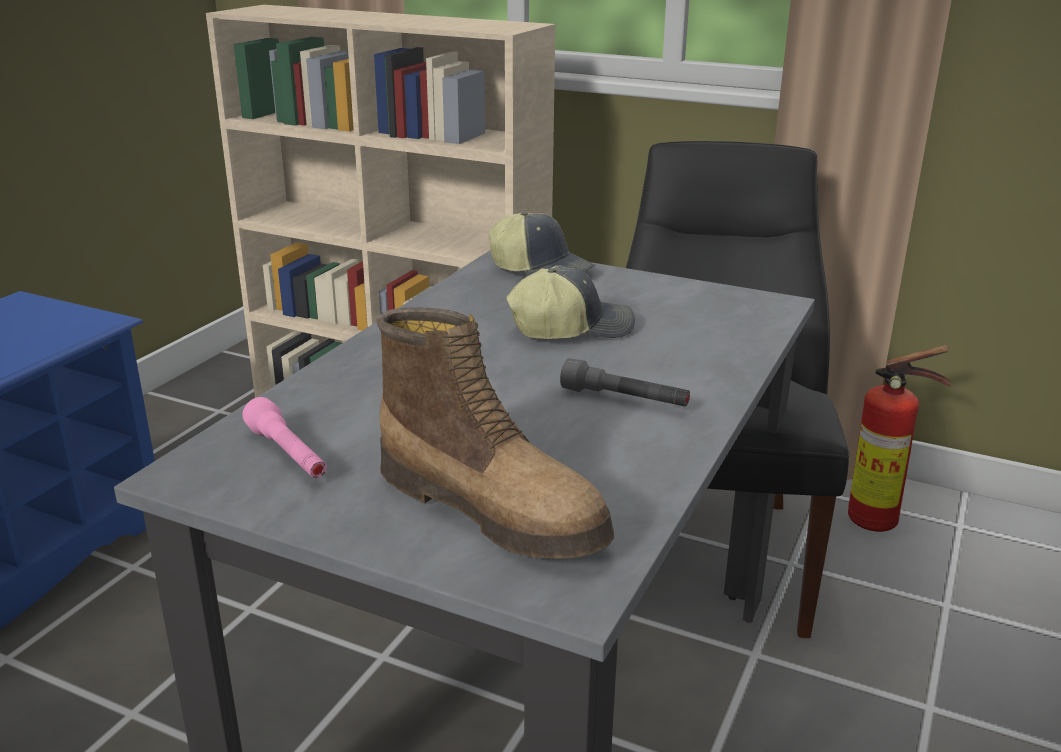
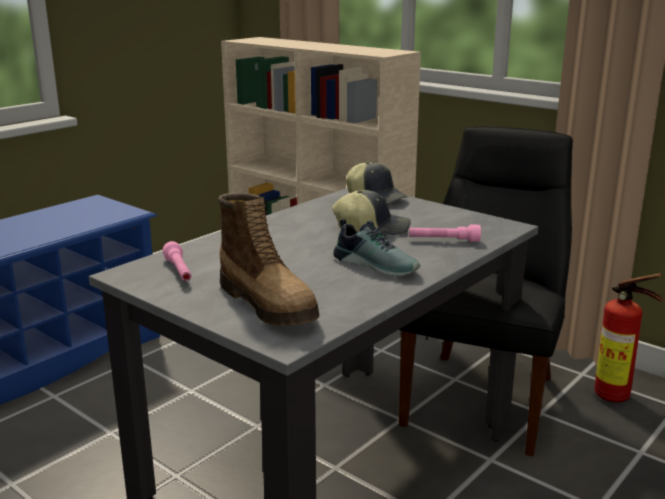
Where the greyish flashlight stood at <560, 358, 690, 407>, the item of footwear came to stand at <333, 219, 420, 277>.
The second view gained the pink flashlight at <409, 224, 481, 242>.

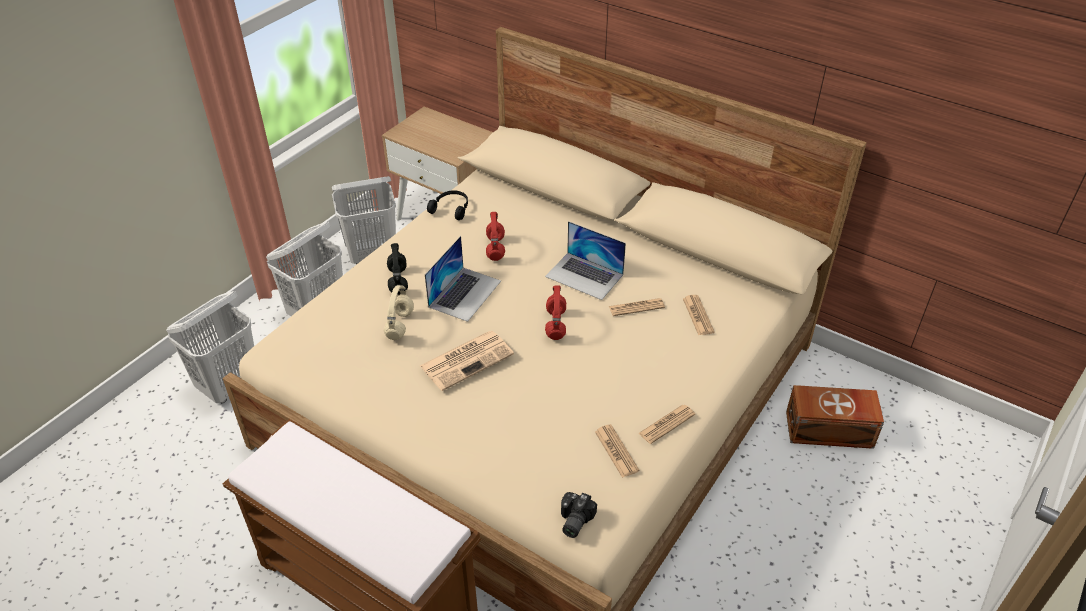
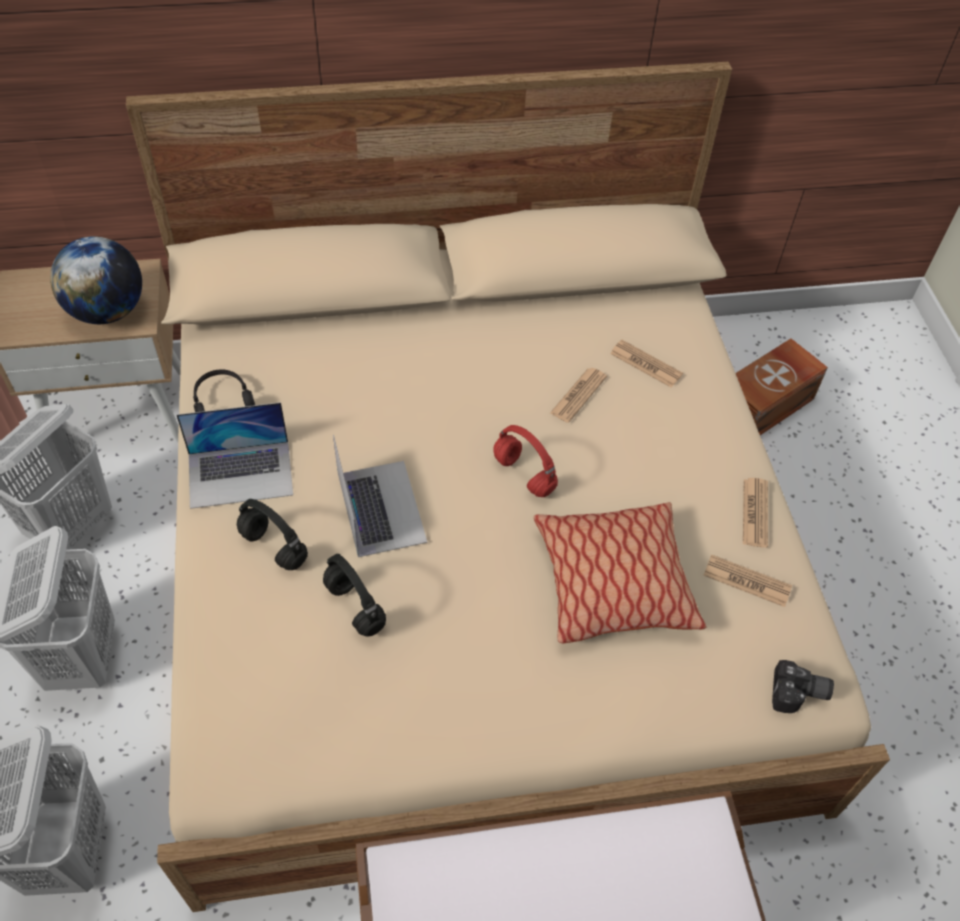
What was the beige headphones at <384, 285, 414, 340> turned into the blackish headphones at <323, 554, 386, 637>.
The second view lost the daily paper at <420, 331, 514, 391>.
The second view lost the red headphones at <486, 212, 505, 261>.
The notebook computer ended up elsewhere, having gone from <545, 221, 626, 300> to <177, 402, 293, 509>.
The photo camera at <561, 492, 597, 538> ended up facing another way, 60 degrees counterclockwise from before.
The second view gained the desk globe at <50, 236, 142, 324>.
The second view gained the pillow at <534, 502, 706, 644>.

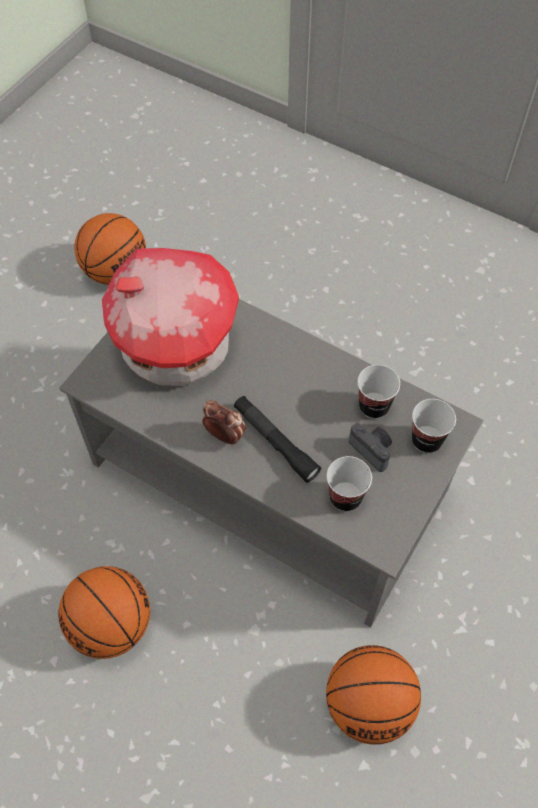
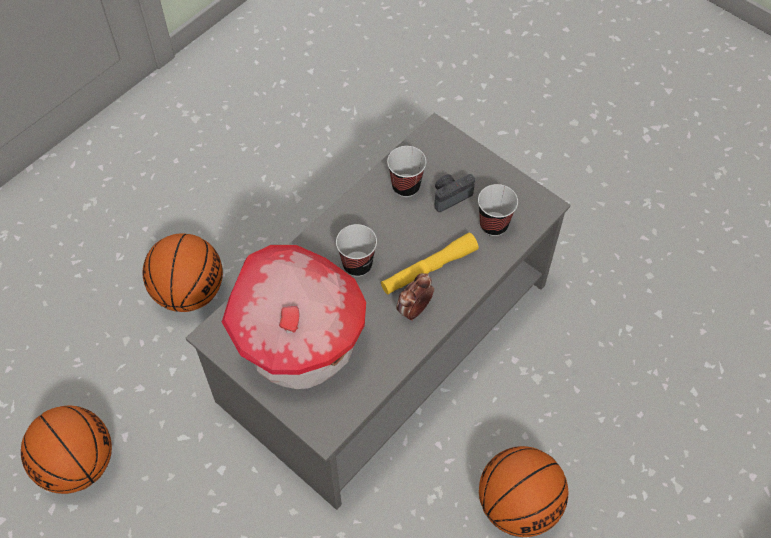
What was the blackish flashlight at <234, 396, 321, 483> turned into the yellowish flashlight at <381, 233, 479, 295>.
The basketball ball ended up elsewhere, having gone from <326, 645, 421, 745> to <143, 233, 223, 312>.
The small cup ended up elsewhere, having gone from <412, 399, 456, 453> to <336, 224, 377, 277>.

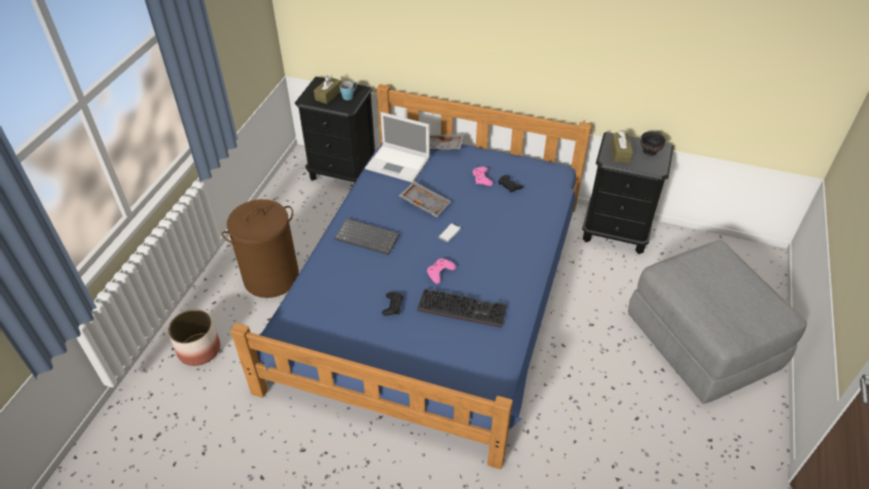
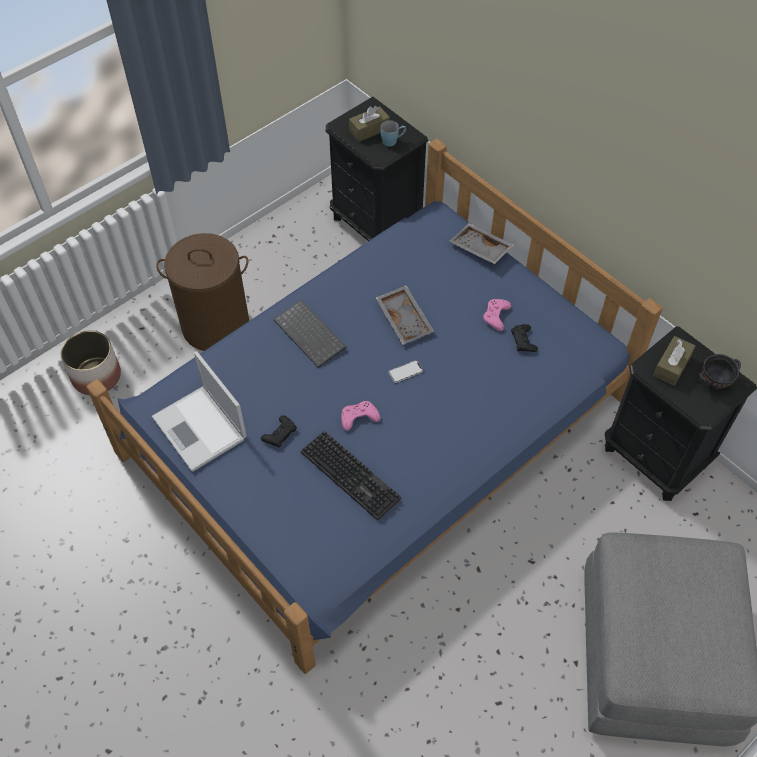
The notebook computer ended up elsewhere, having gone from <365, 112, 430, 182> to <152, 351, 247, 472>.

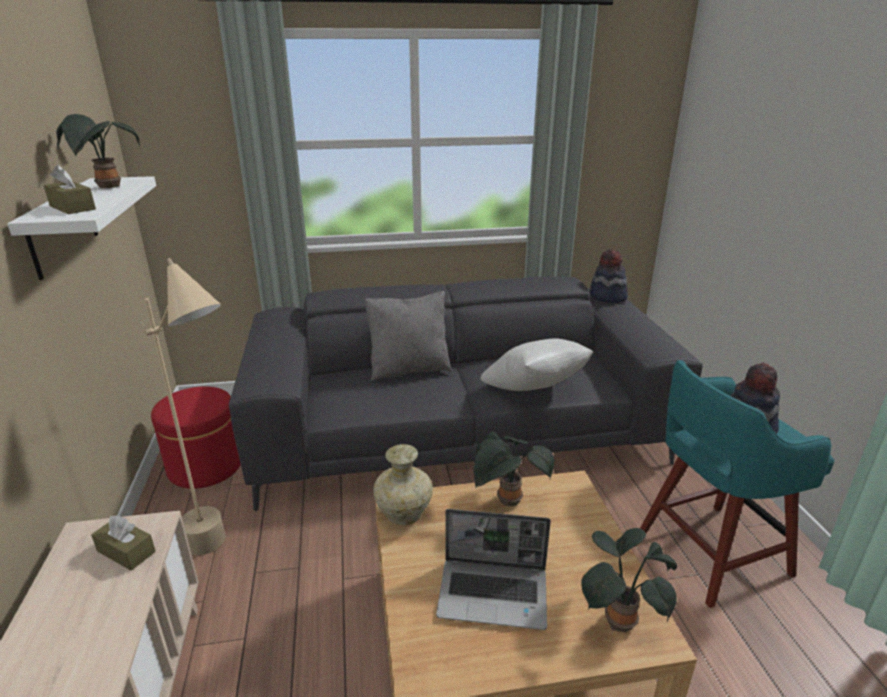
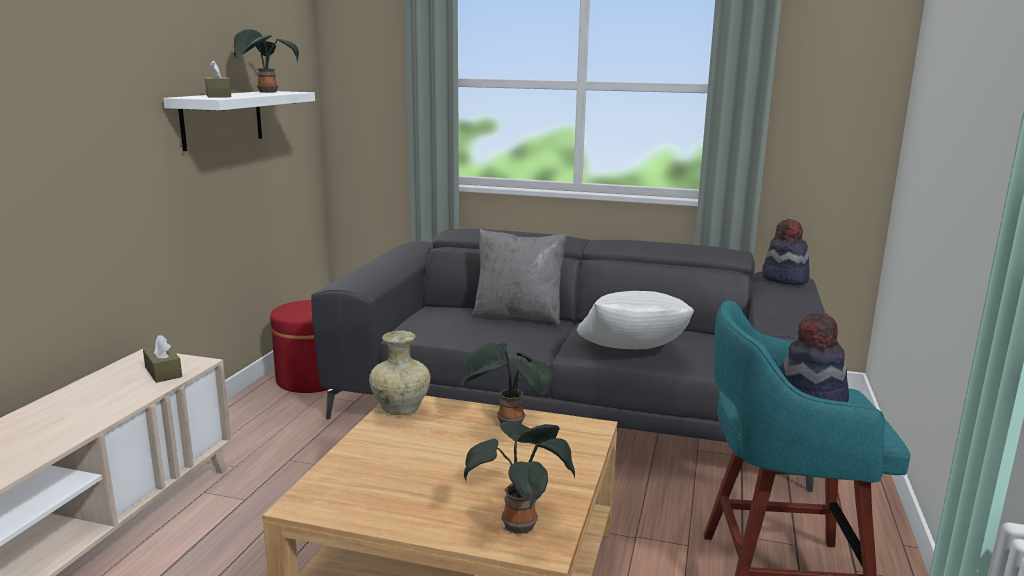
The second view lost the beige standing lamp at <141, 258, 226, 555>.
The second view lost the notebook computer at <436, 509, 551, 630>.

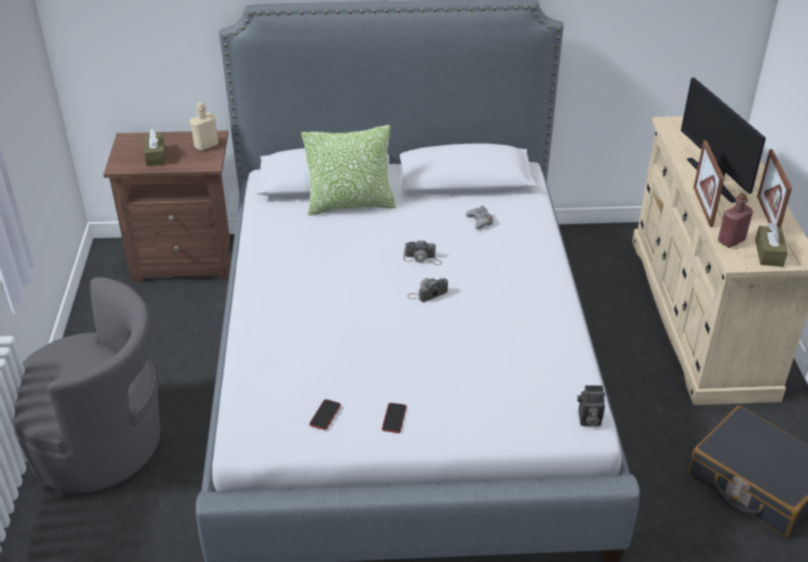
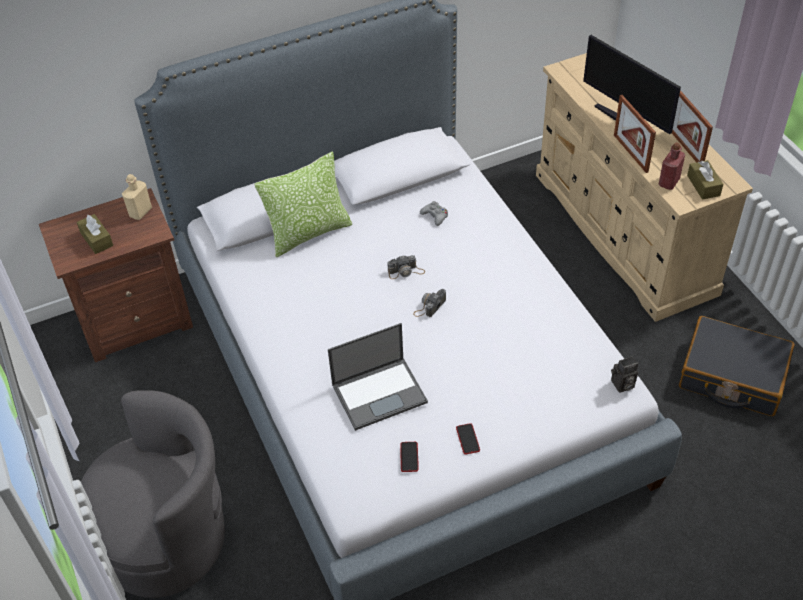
The second view gained the notebook computer at <328, 323, 428, 431>.

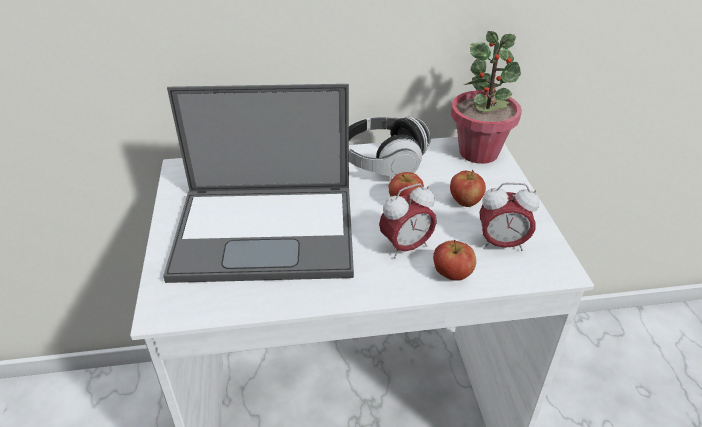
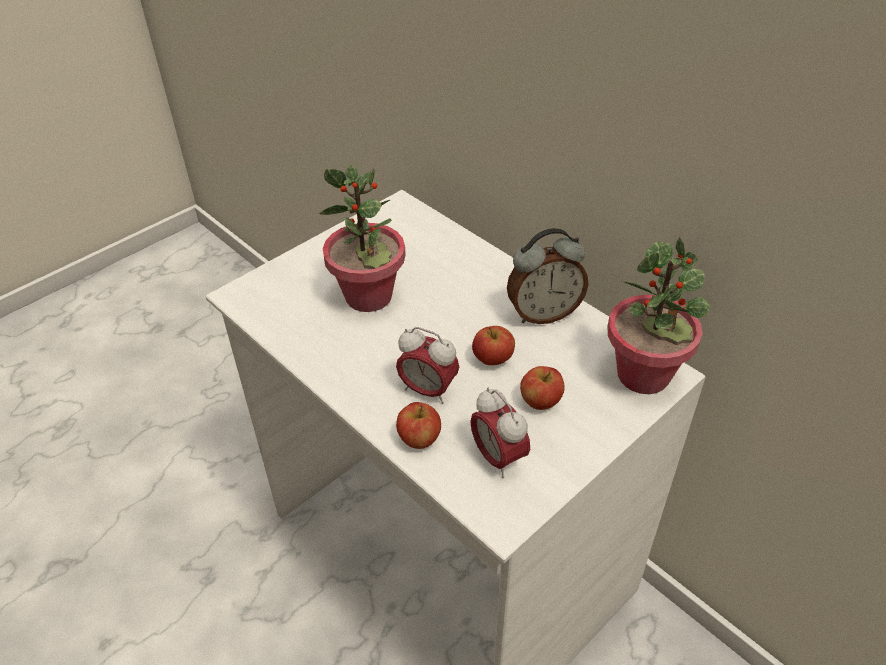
Where the notebook computer stood at <163, 84, 354, 283>, the potted plant came to stand at <319, 165, 406, 312>.
Where the headphones stood at <349, 117, 431, 177>, the table clock came to stand at <507, 228, 589, 324>.

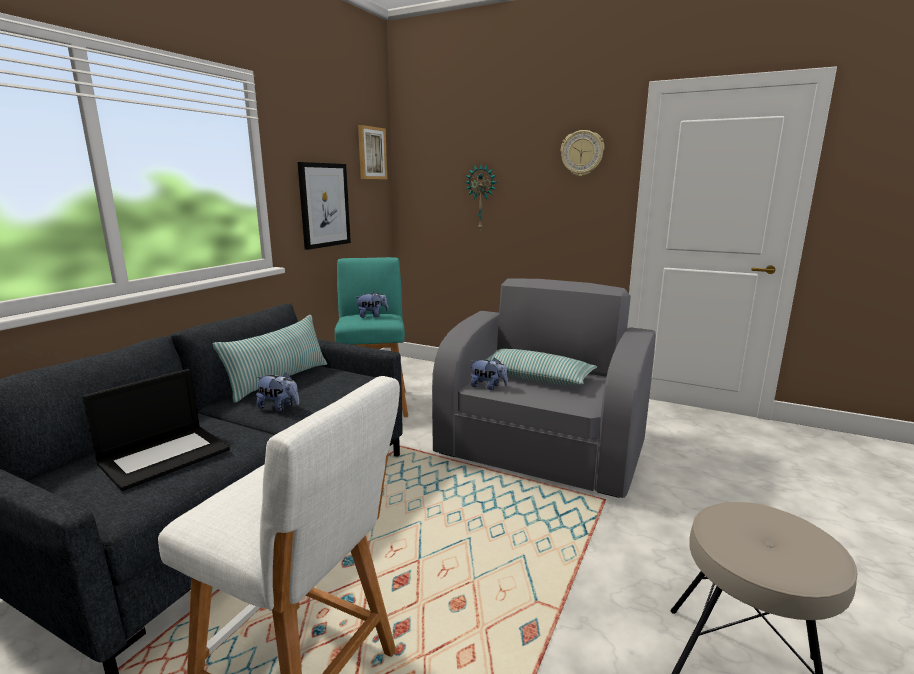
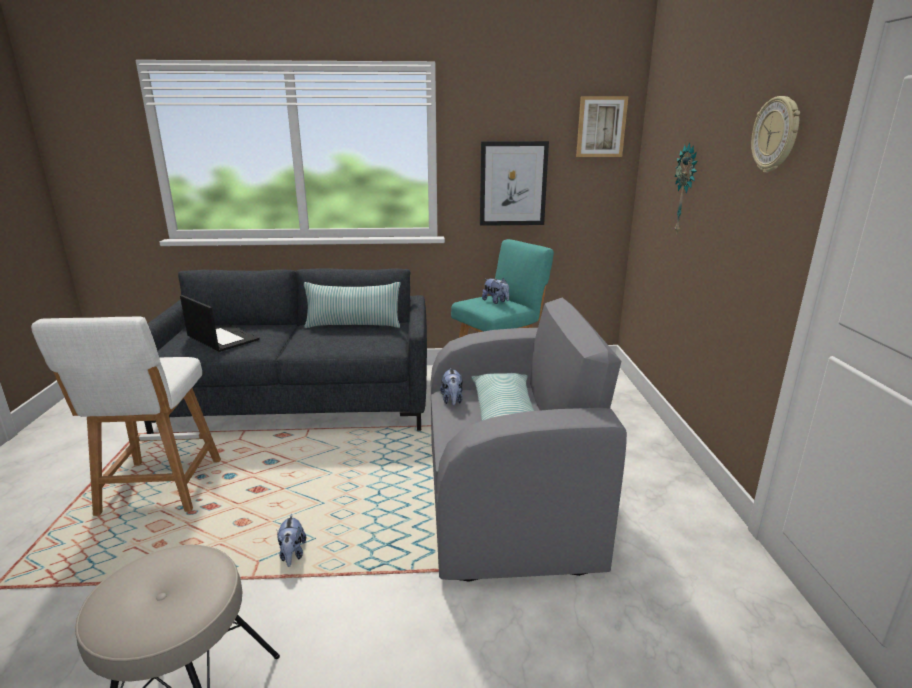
The notebook computer at <82, 369, 230, 491> ended up facing another way, 150 degrees counterclockwise from before.
The soft toy ended up elsewhere, having gone from <256, 372, 299, 412> to <277, 513, 306, 567>.

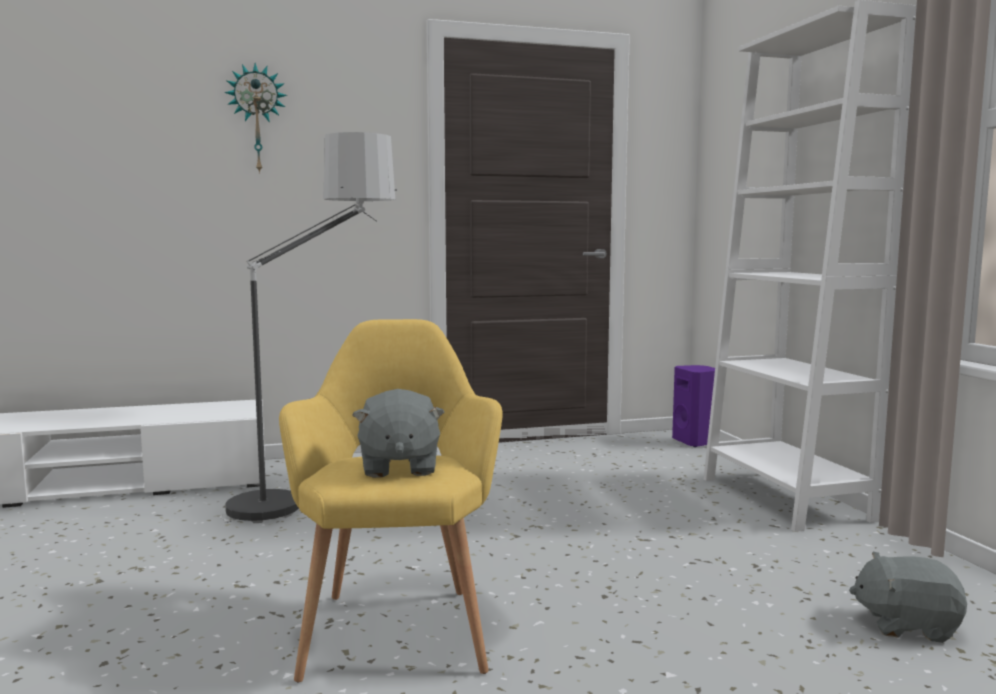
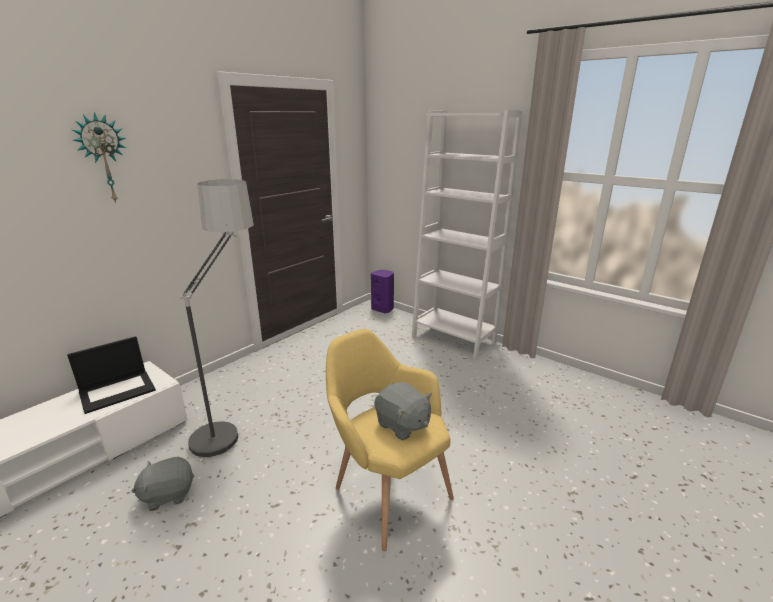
The greyish soft toy ended up elsewhere, having gone from <849, 551, 967, 643> to <131, 457, 194, 511>.
The second view gained the notebook computer at <67, 336, 156, 414>.

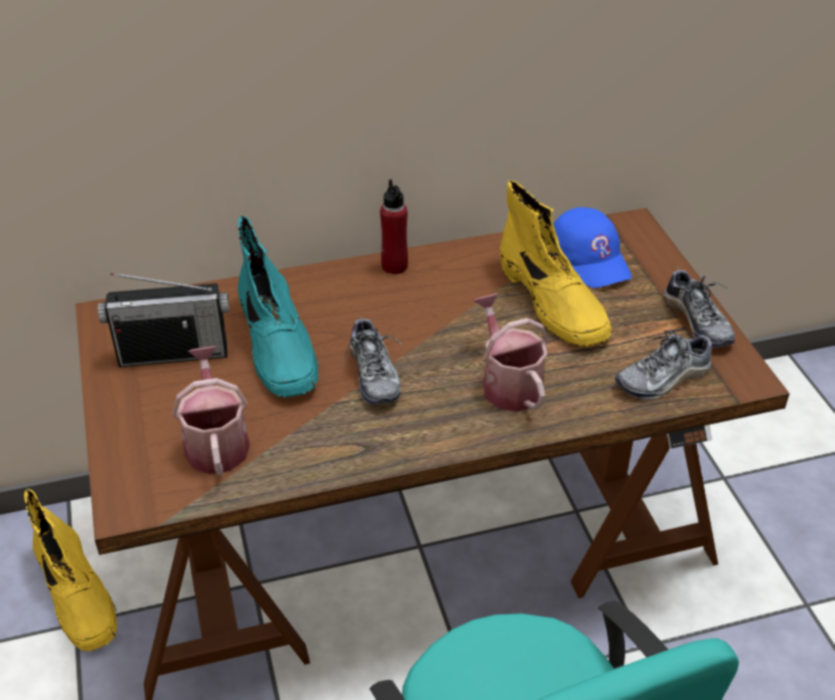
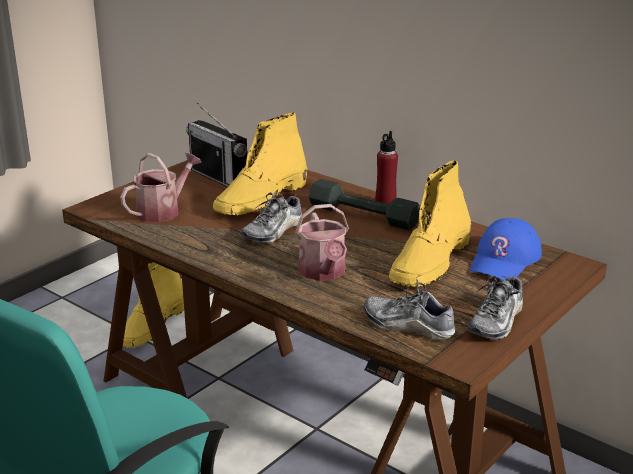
What was the blue-green high-top boot at <237, 216, 319, 398> turned into the yellowish high-top boot at <213, 113, 307, 215>.
The watering can at <473, 294, 549, 412> ended up facing another way, 135 degrees clockwise from before.
The second view gained the greyish dumbbell at <308, 179, 420, 230>.

